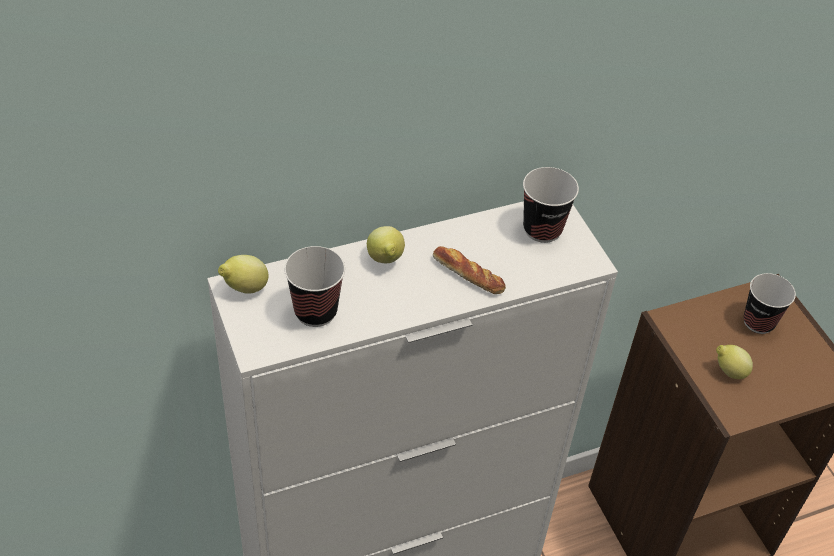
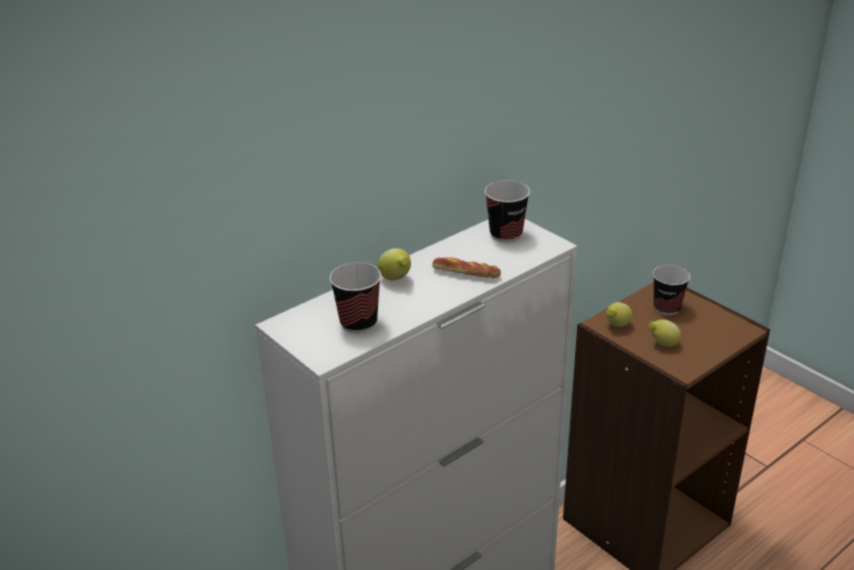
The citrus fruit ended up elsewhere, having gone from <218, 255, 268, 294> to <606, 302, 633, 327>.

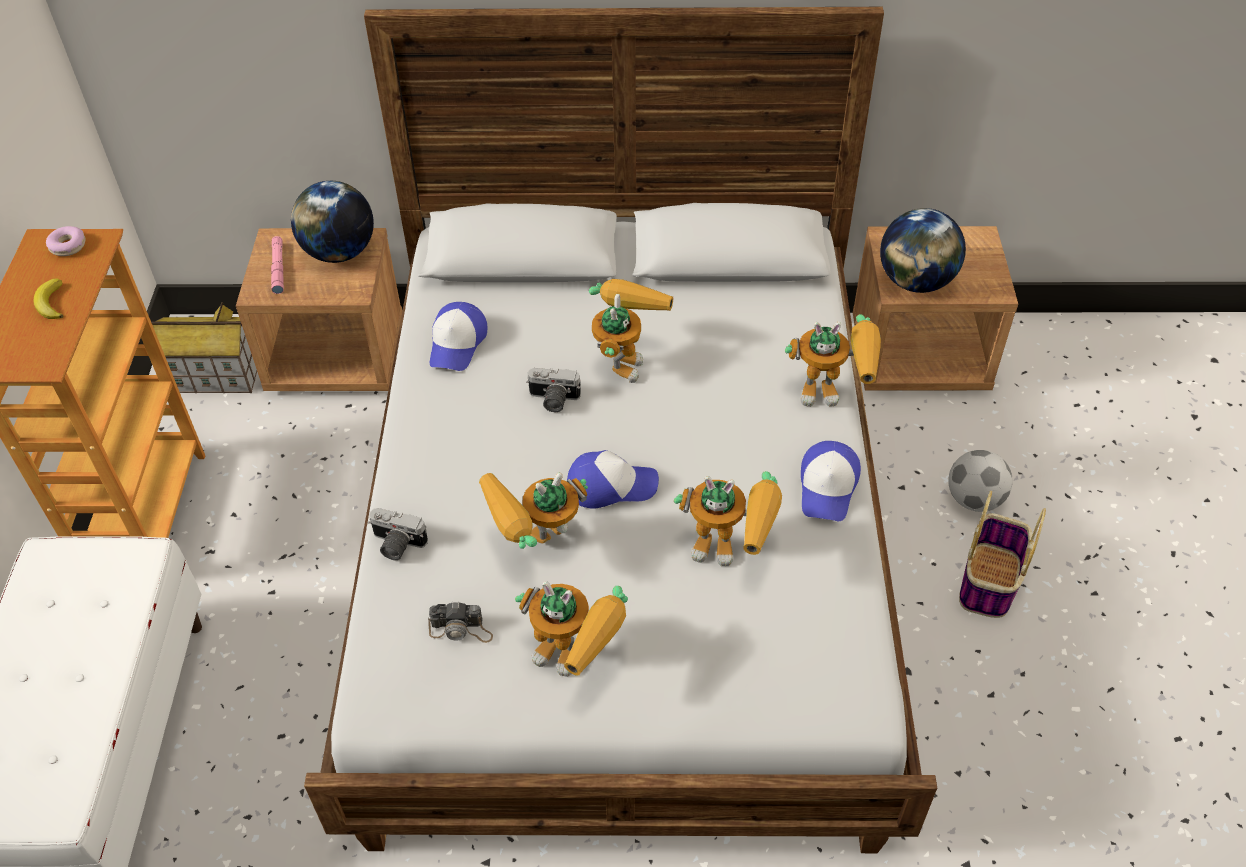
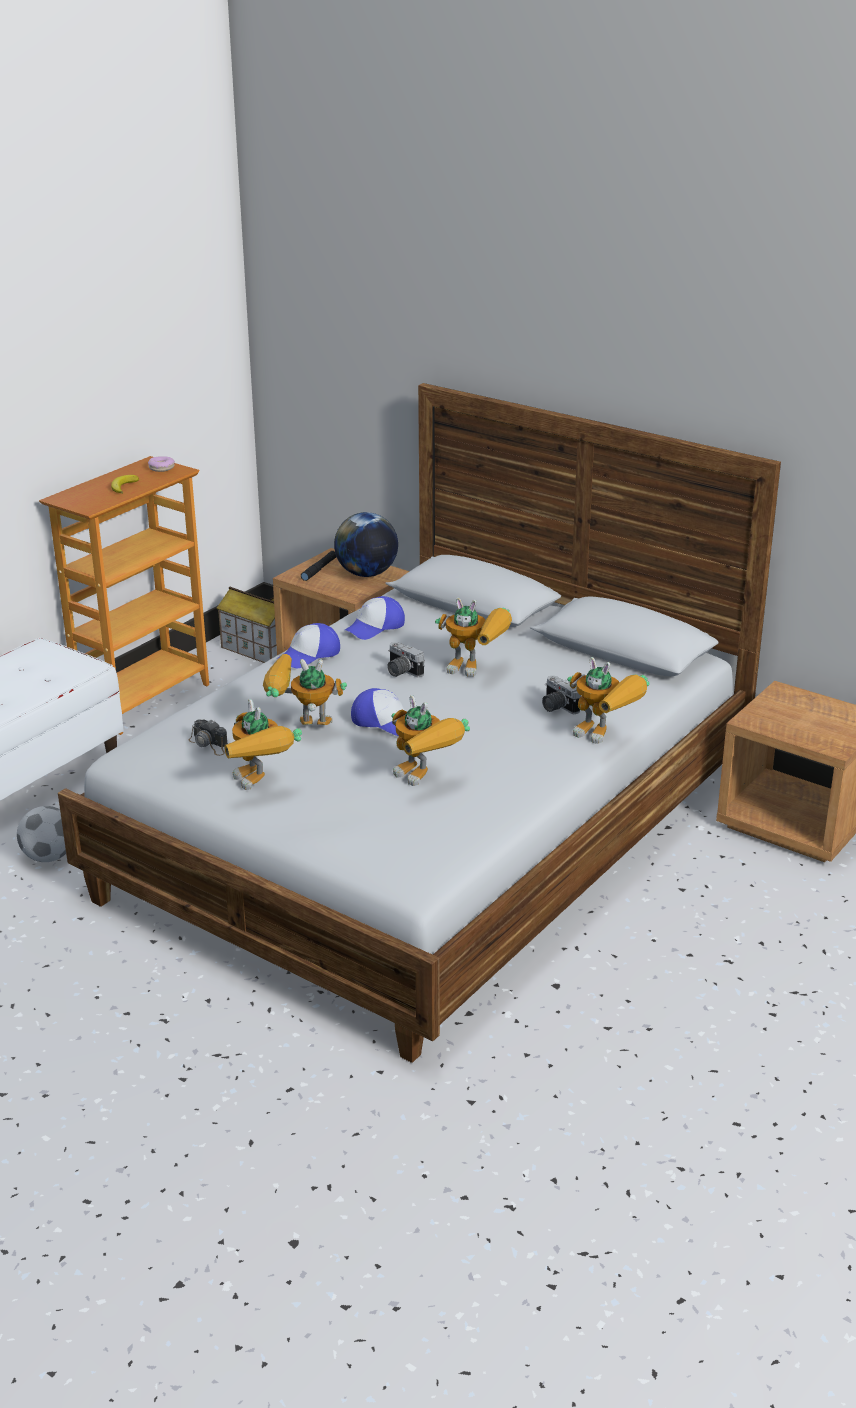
What was the pink flashlight at <271, 236, 284, 294> turned into the blackish flashlight at <301, 551, 336, 581>.
The photo camera ended up elsewhere, having gone from <368, 508, 428, 560> to <542, 675, 581, 714>.
The robot figure at <589, 279, 673, 383> ended up facing another way, 60 degrees clockwise from before.
The baseball cap ended up elsewhere, having gone from <801, 441, 861, 522> to <278, 623, 340, 668>.
The second view lost the desk globe at <880, 208, 966, 293>.
The football ball ended up elsewhere, having gone from <948, 450, 1013, 512> to <17, 806, 66, 862>.
The second view lost the household basket at <959, 491, 1046, 618>.

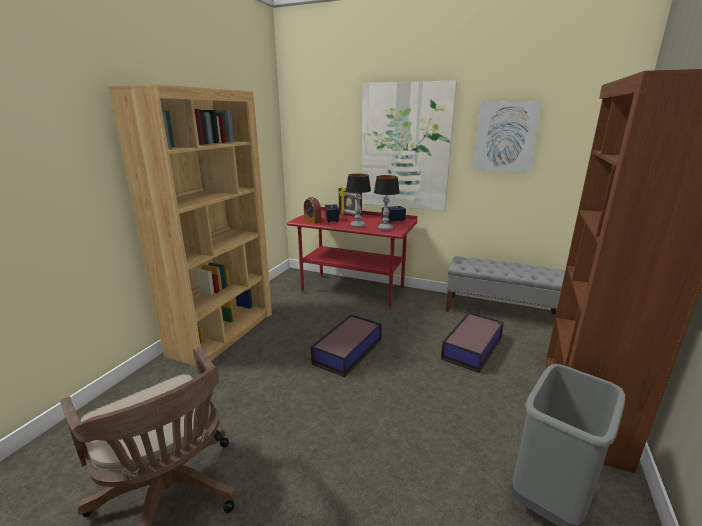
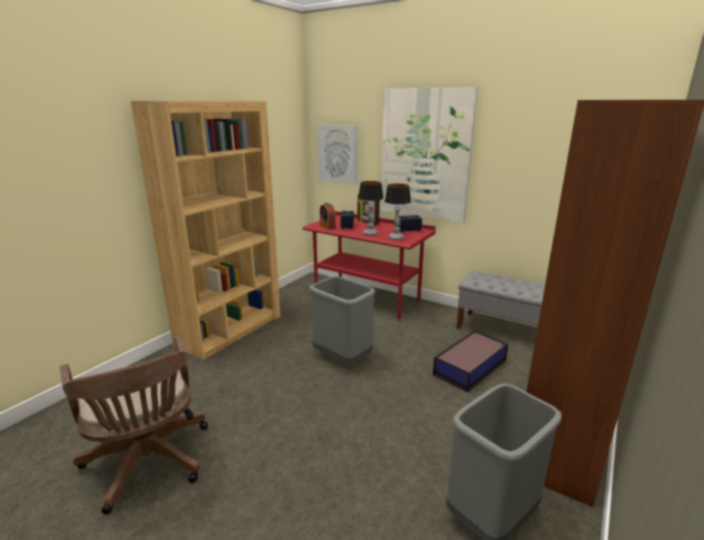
Where the storage box stood at <311, 315, 382, 377>, the greyish waste bin came to stand at <309, 276, 376, 364>.
The wall picture ended up elsewhere, having gone from <473, 101, 542, 173> to <317, 125, 358, 185>.

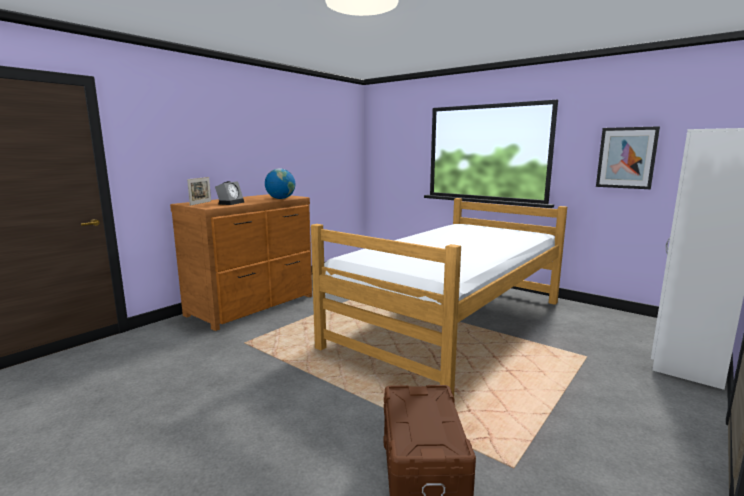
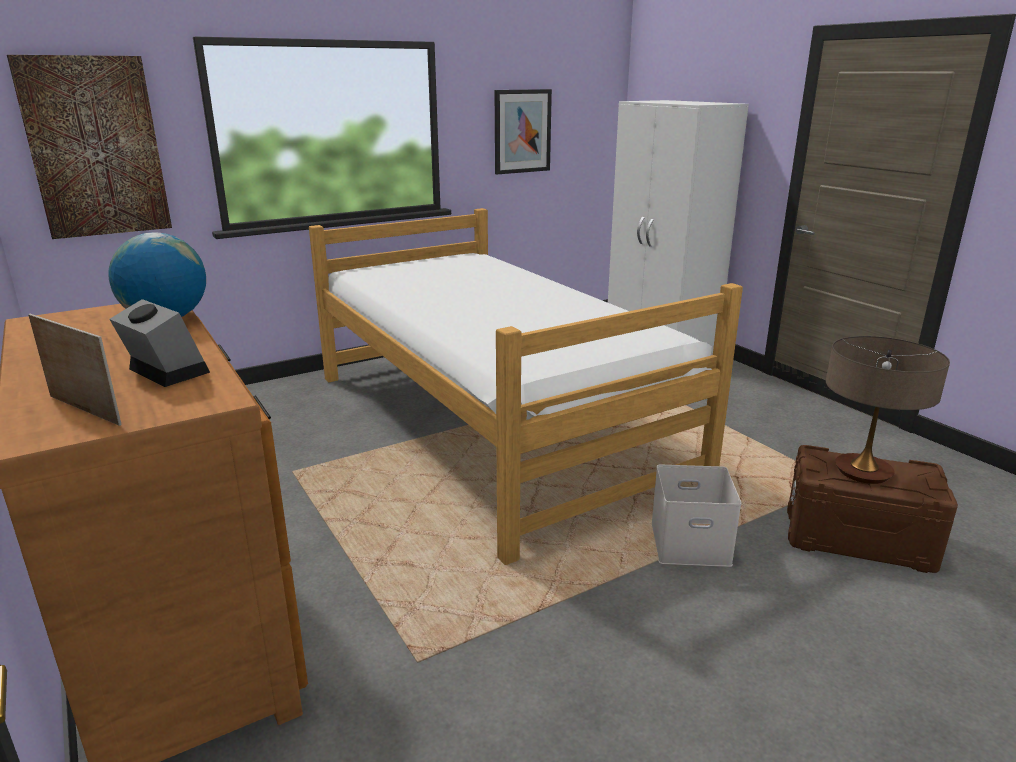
The second view gained the wall picture at <7, 55, 172, 239>.
The second view gained the white storage box at <652, 464, 742, 567>.
The second view gained the lamp for a table at <826, 336, 950, 484>.

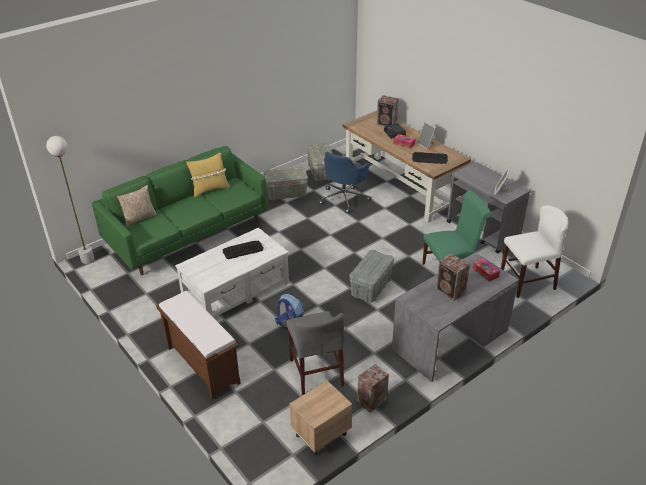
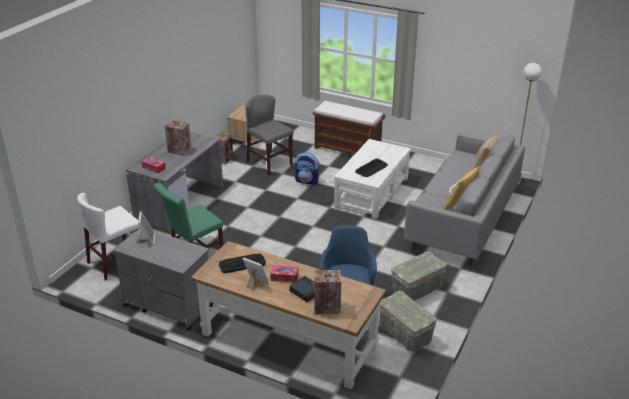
What was the greenish couch at <92, 146, 268, 275> turned into the greyish couch at <404, 133, 525, 265>.
The second view lost the greyish storage box at <349, 250, 394, 302>.

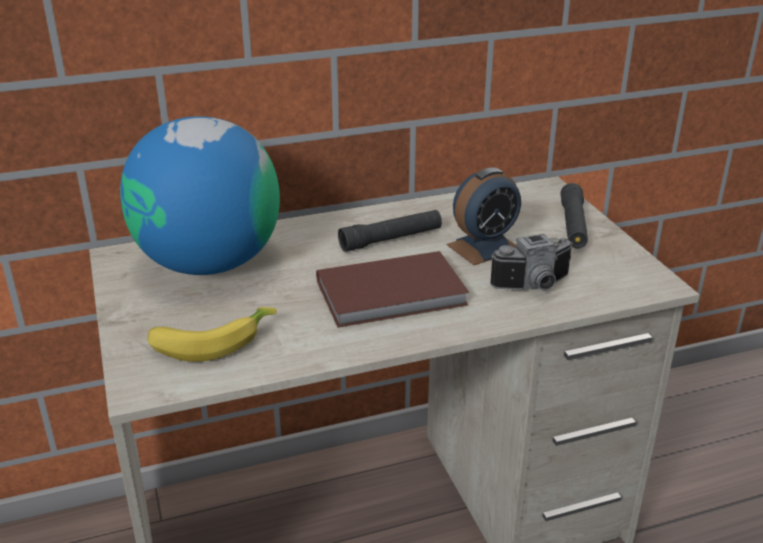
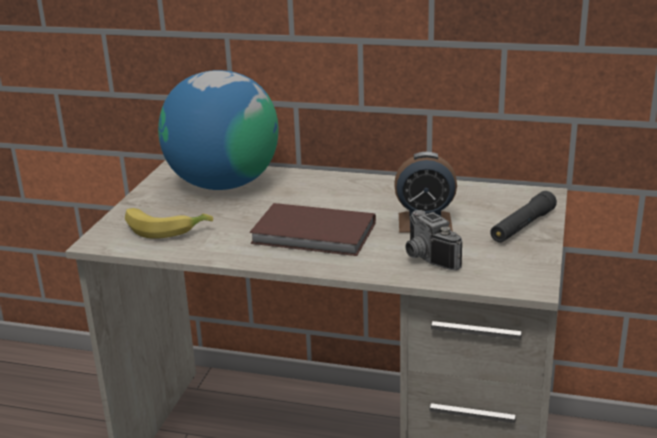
The second view lost the blackish flashlight at <338, 210, 442, 252>.
The photo camera at <490, 234, 573, 290> ended up facing another way, 45 degrees clockwise from before.

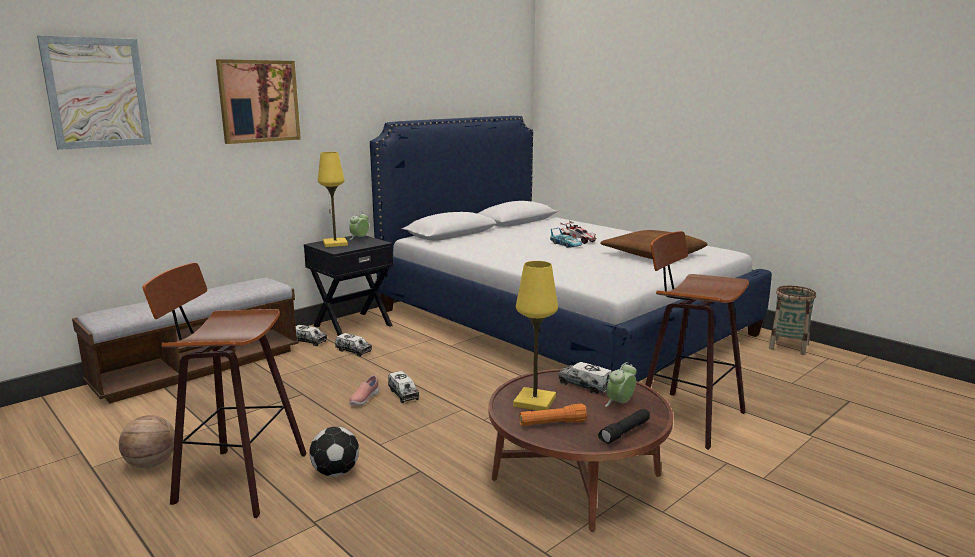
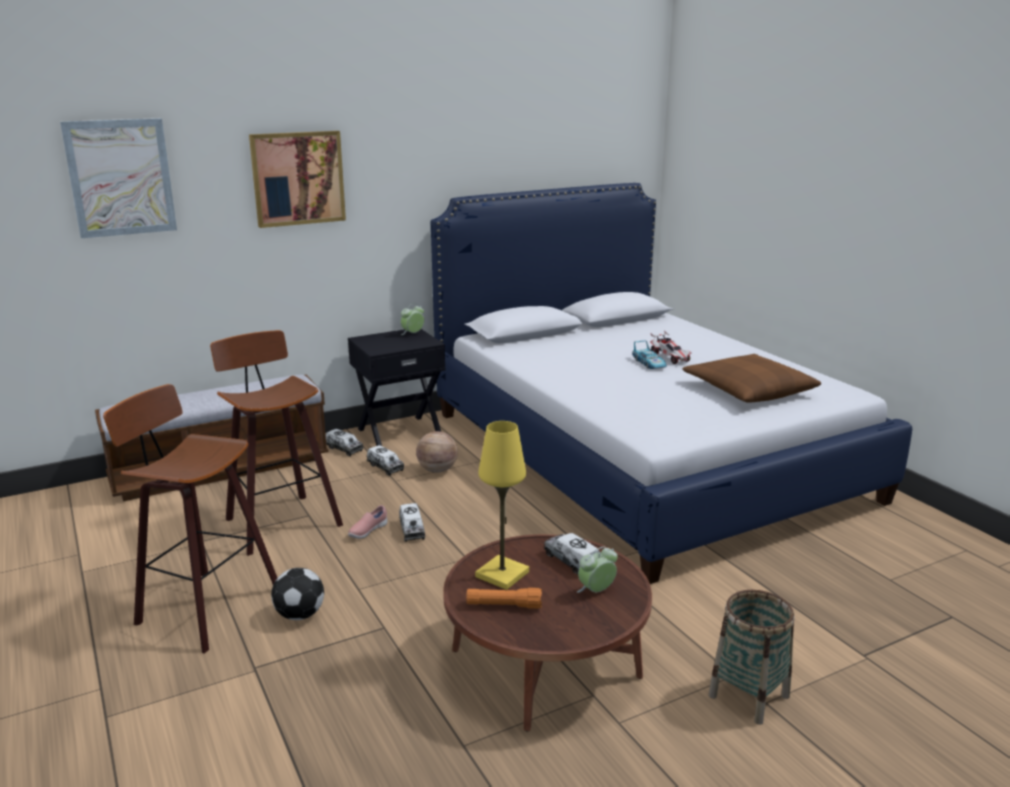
The basketball ball ended up elsewhere, having gone from <119, 415, 175, 468> to <416, 431, 458, 473>.
The second view lost the yellowish lamp for a table at <318, 152, 348, 247>.
The second view lost the blackish flashlight at <598, 409, 650, 444>.
The stool seat ended up elsewhere, having gone from <645, 231, 749, 450> to <210, 330, 343, 556>.
The household basket ended up elsewhere, having gone from <769, 286, 816, 355> to <708, 590, 795, 725>.

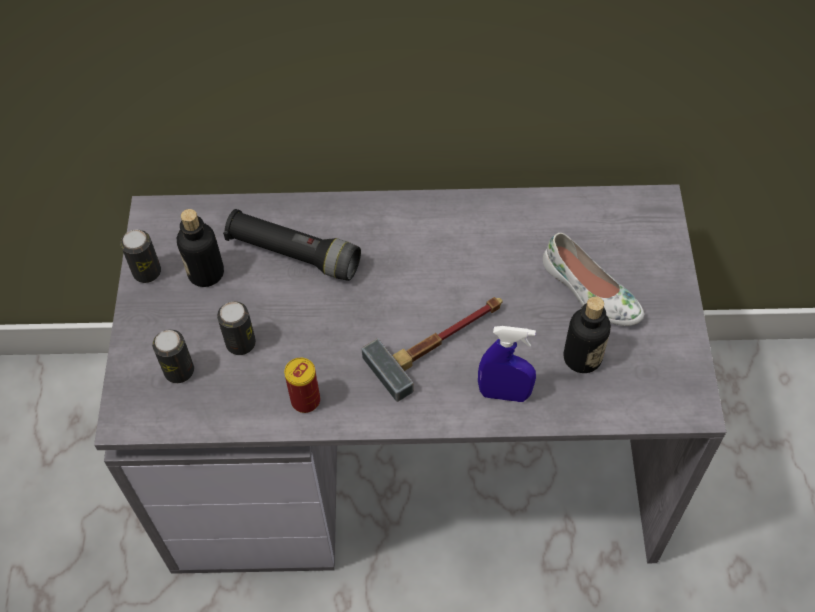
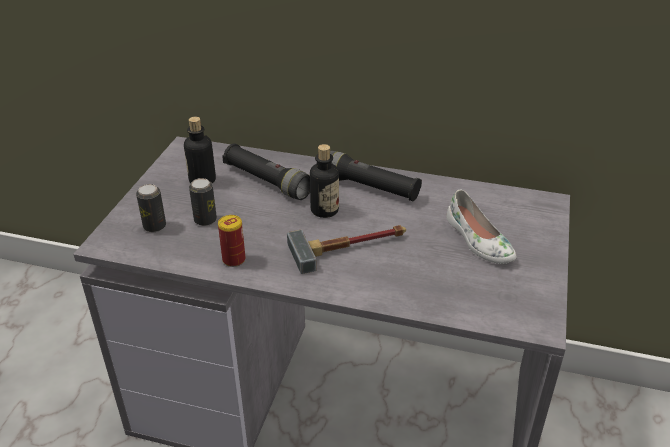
The second view lost the metal can at <120, 230, 161, 283>.
The second view lost the blue sprayer at <478, 326, 536, 402>.
The drink bottle ended up elsewhere, having gone from <563, 296, 611, 373> to <310, 144, 339, 218>.
The second view gained the blackish flashlight at <330, 150, 422, 201>.

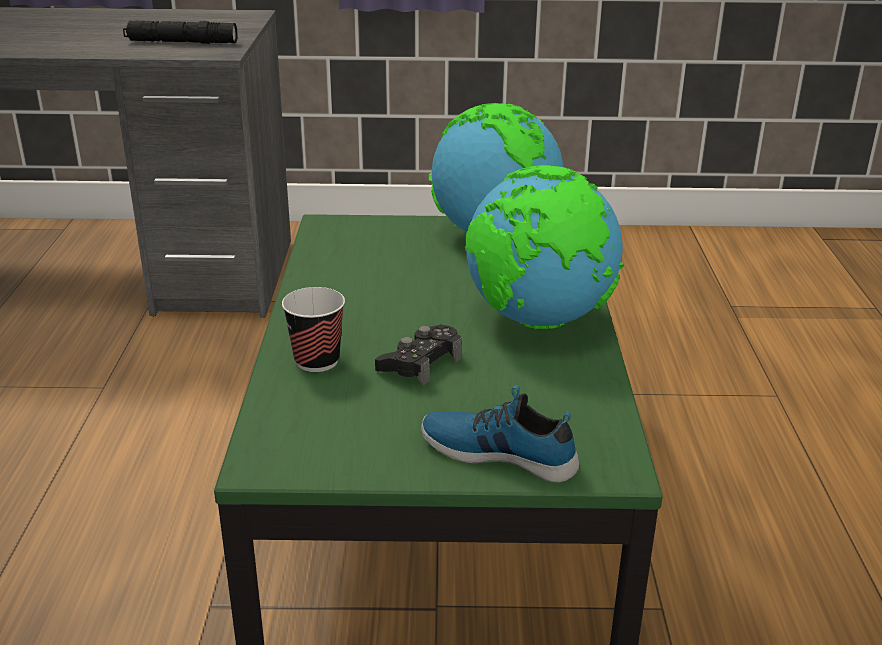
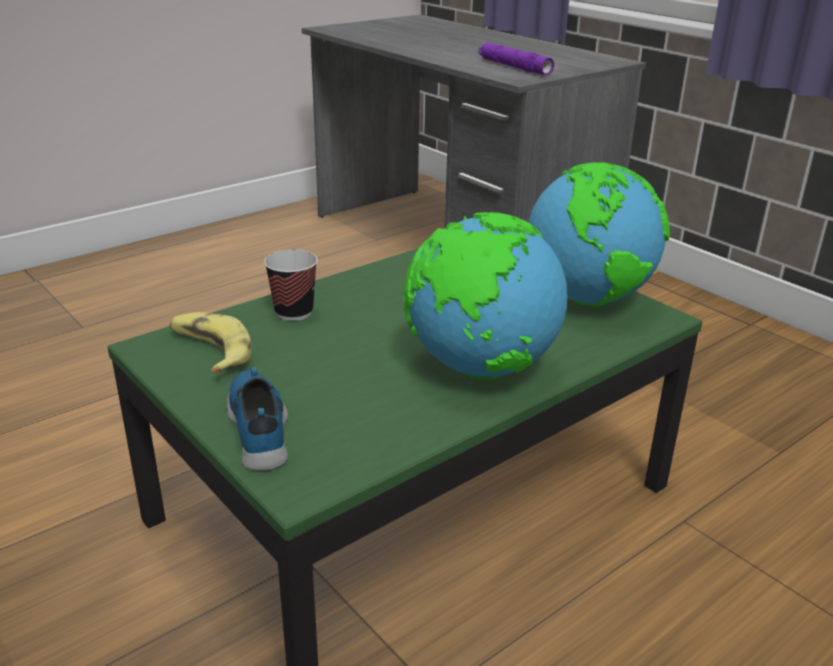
What was the blackish flashlight at <123, 21, 237, 44> turned into the purplish flashlight at <478, 42, 554, 76>.
The second view lost the blackish joypad at <375, 324, 462, 386>.
The second view gained the banana fruit at <169, 312, 252, 374>.

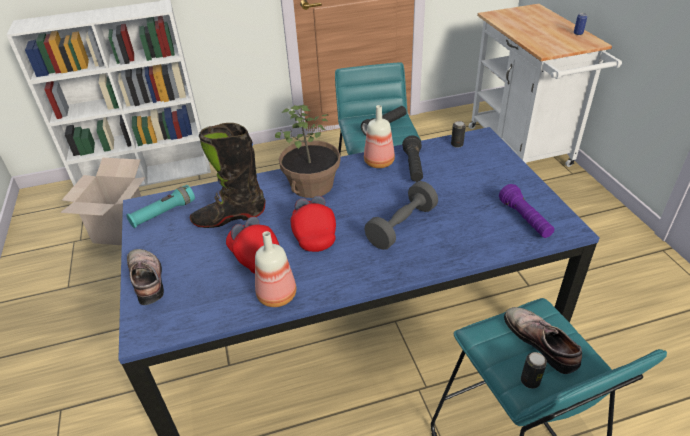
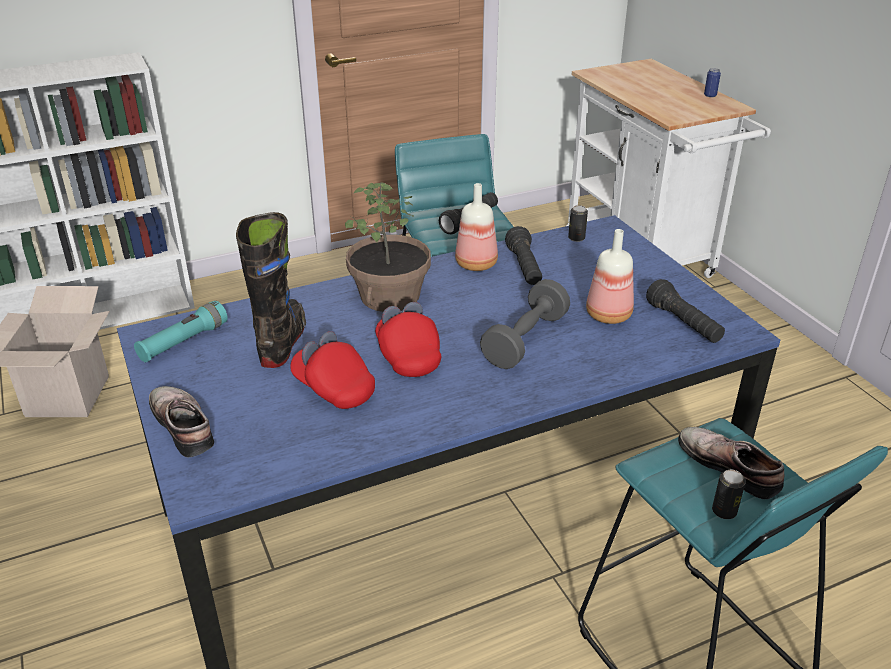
The blackish high-top boot at <190, 123, 266, 228> ended up facing another way, 120 degrees clockwise from before.
The drink bottle ended up elsewhere, having gone from <255, 231, 296, 307> to <586, 229, 634, 324>.
What was the purplish flashlight at <499, 184, 554, 238> turned into the blackish flashlight at <646, 279, 725, 343>.

